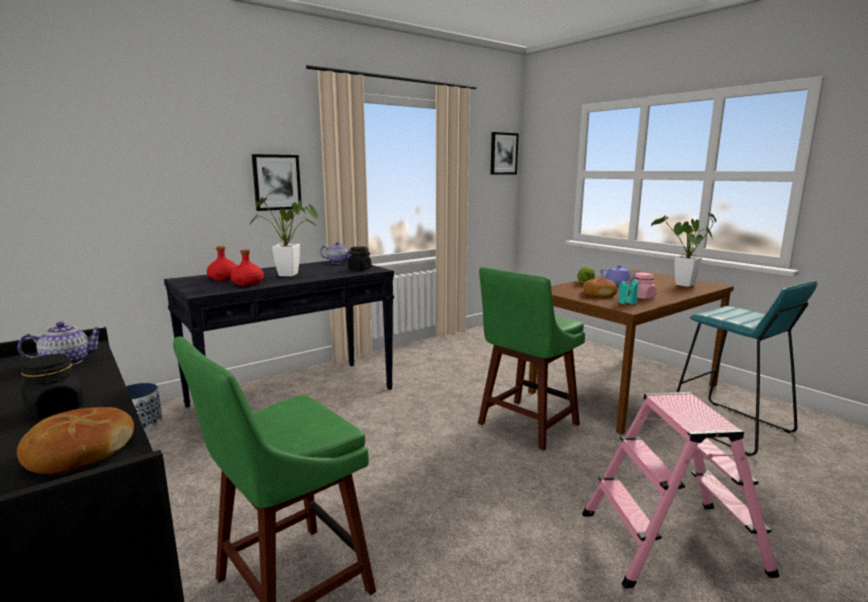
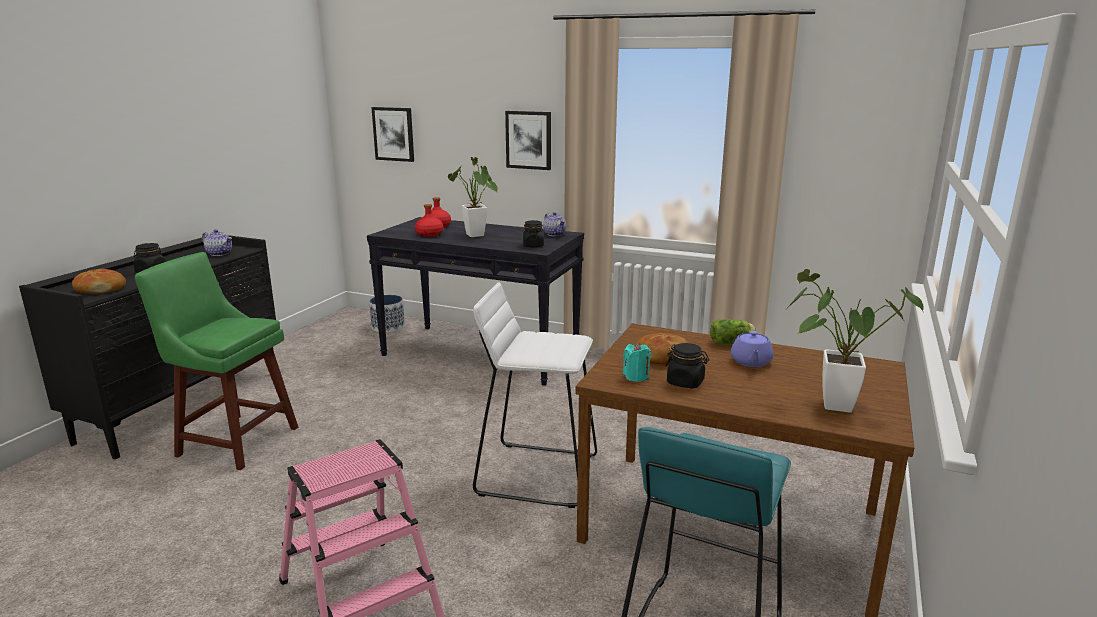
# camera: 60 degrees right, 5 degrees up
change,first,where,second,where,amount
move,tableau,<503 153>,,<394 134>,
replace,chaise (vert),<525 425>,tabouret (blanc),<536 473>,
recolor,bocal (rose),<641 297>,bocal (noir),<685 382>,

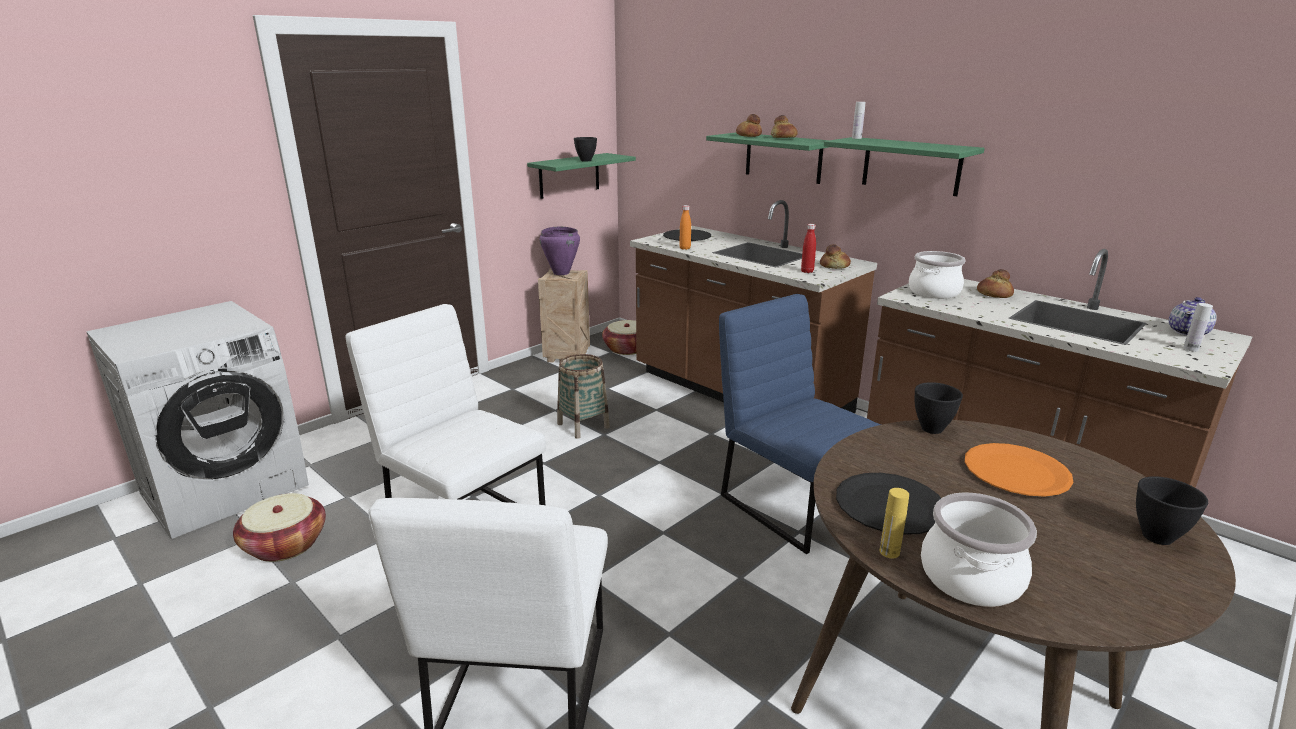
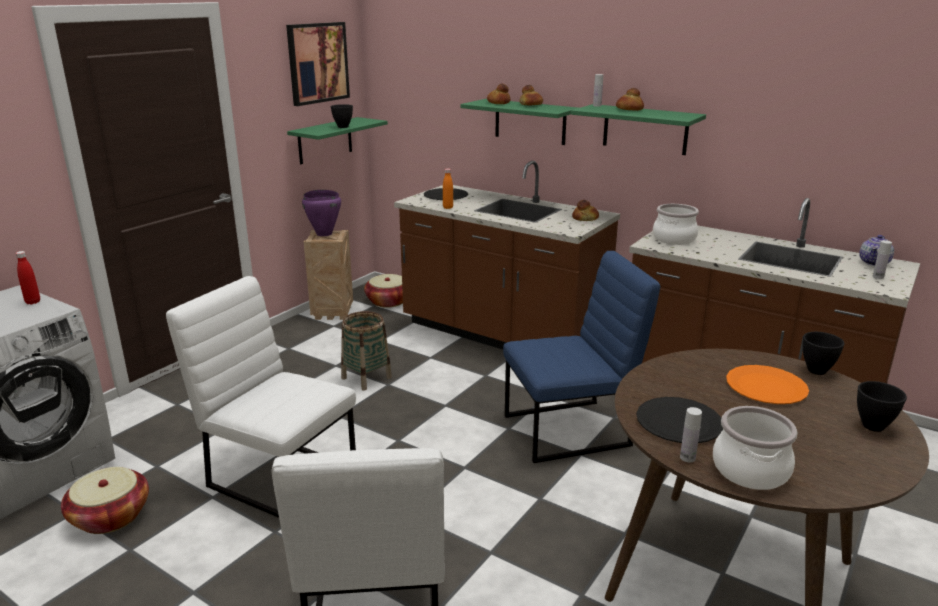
# camera: 10 degrees left, 0 degrees up
change,first,where,second,where,amount
move,bouteille (rouge),<807 271>,,<33 302>,
move,pain,<994 294>,,<629 109>,
rotate,chaise (bleu),<793 503>,,<570 430>,120 degrees clockwise
move,bol (noir),<930 429>,,<816 371>,
recolor,bouteille (jaune),<889 552>,bouteille (blanc),<687 458>,
insert,,,tableau,<317 63>,

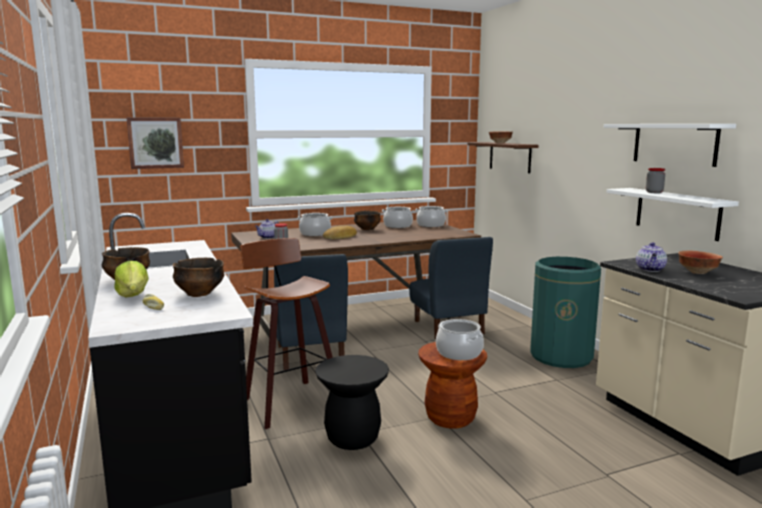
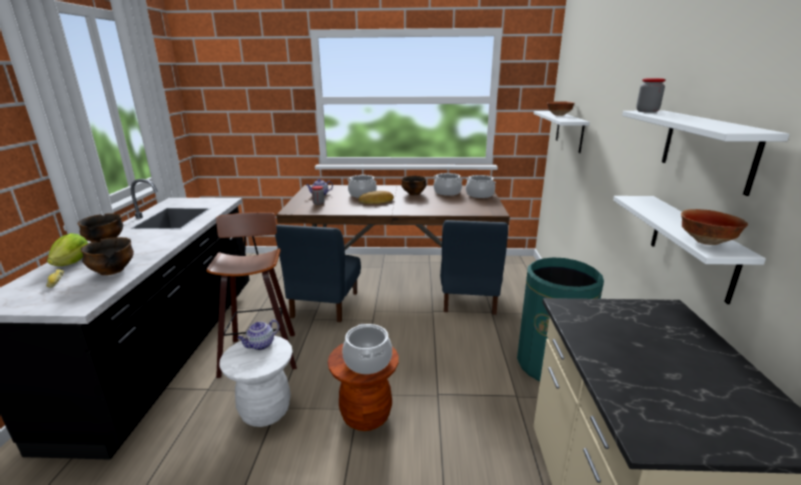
# camera: 25 degrees right, 10 degrees up
change,first,where,second,where,amount
delete,tableau,<155 143>,,,
recolor,étagère (marron),<510 157>,étagère (blanc),<569 131>,
move,bocal,<654 192>,,<647 111>,
move,théière,<650 269>,,<260 345>,
move,bol,<697 272>,,<706 241>,
recolor,tabouret (noir),<352 438>,tabouret (blanc),<265 411>,

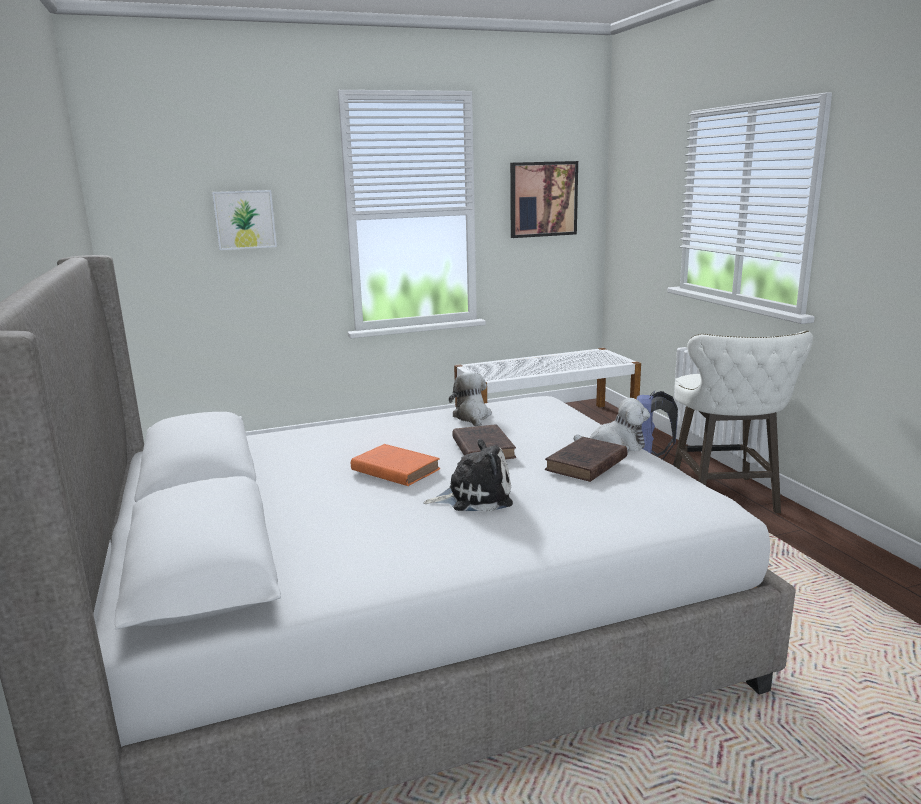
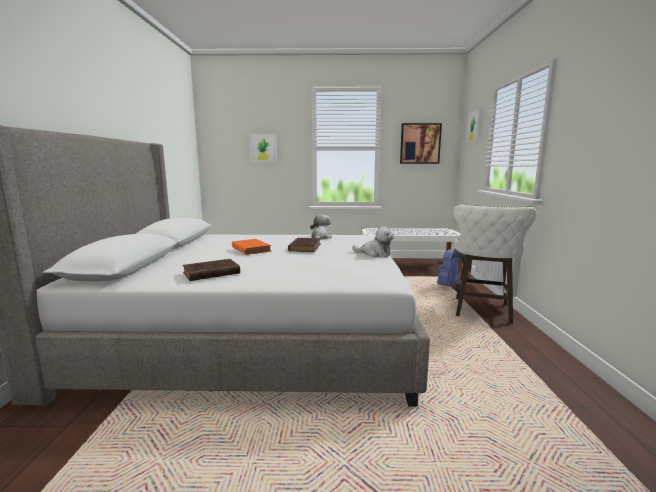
# camera: 20 degrees right, 5 degrees down
change,first,where,second,where,amount
move,livre (marron),<585 465>,,<210 273>,
delete,peluche,<474 497>,,,
insert,,,tableau,<474 126>,

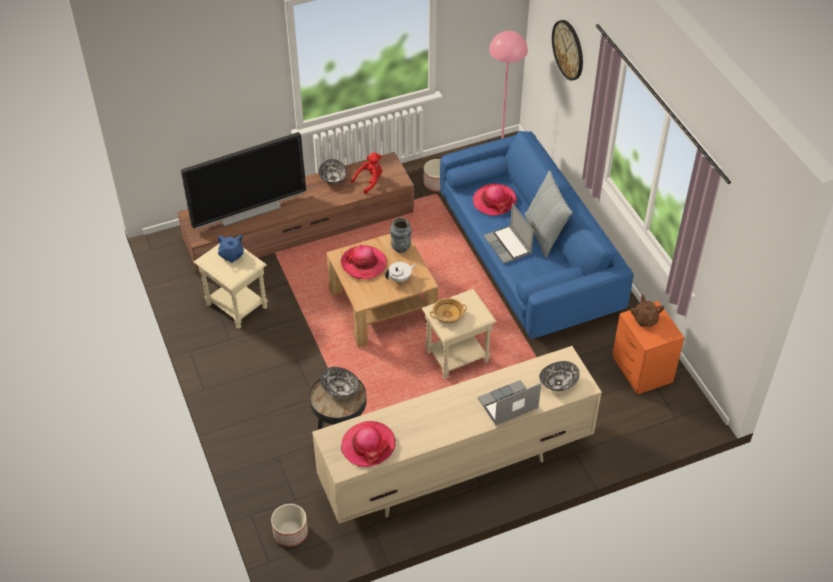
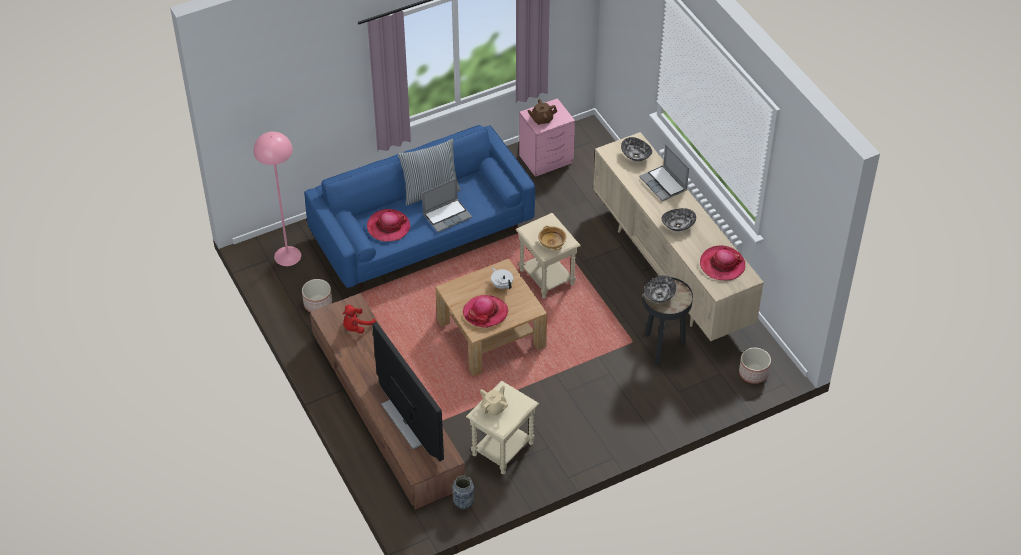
# camera: 95 degrees left, 0 degrees up
change,first,where,second,where,amount
delete,horloge murale,<568 49>,,,
rotate,peluche (rouge),<370 181>,,<356 327>,90 degrees counterclockwise
move,bol,<332 179>,,<678 226>,
move,vase,<401 248>,,<463 503>,
recolor,théière (bleu),<232 255>,théière (beige),<494 408>,
recolor,table de chevet (orange),<642 371>,table de chevet (rose),<547 159>,

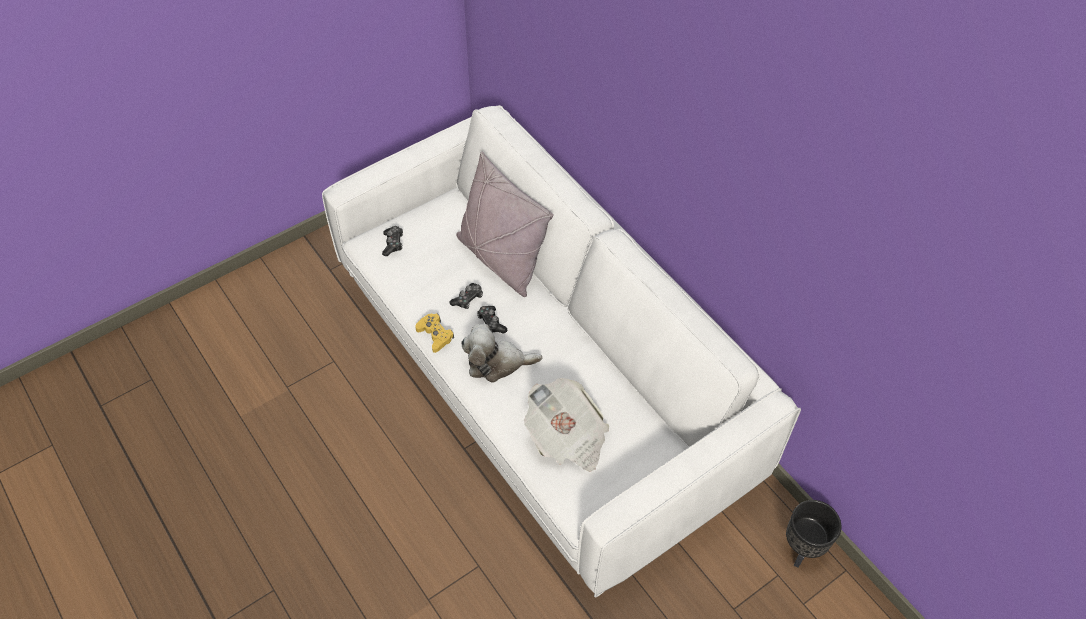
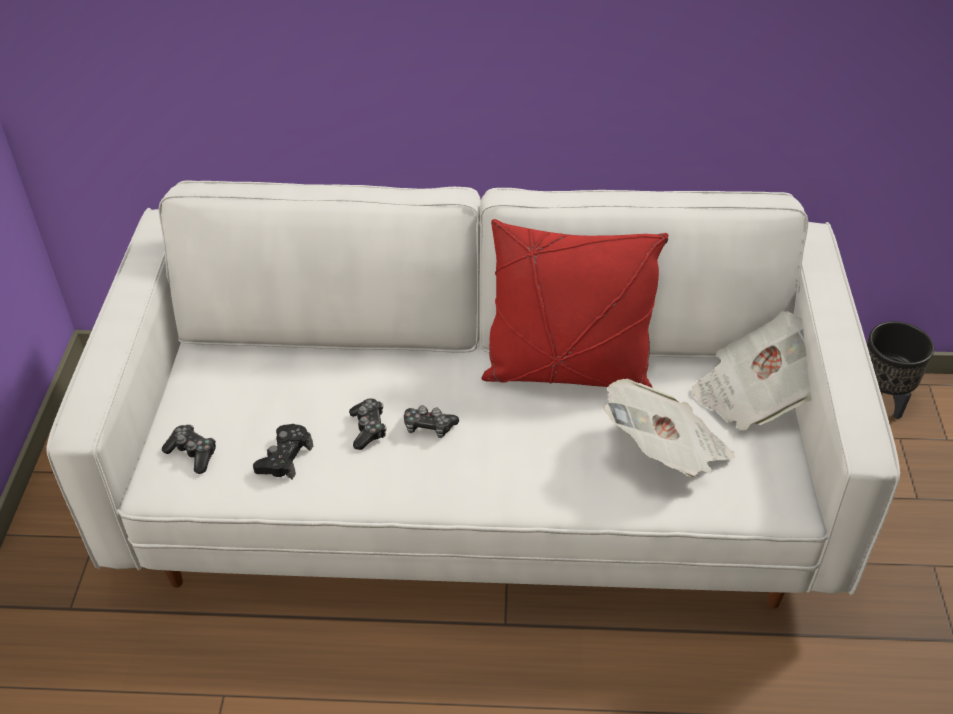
# camera: 50 degrees left, 10 degrees down
change,first,where,second,where,amount
delete,coussin (violet),<500 259>,,,
delete,manette (jaune),<435 335>,,,
delete,peluche,<497 362>,,,
insert,,,coussin (rouge),<567 372>,
insert,,,journal,<756 393>,
insert,,,manette (noir),<284 457>,

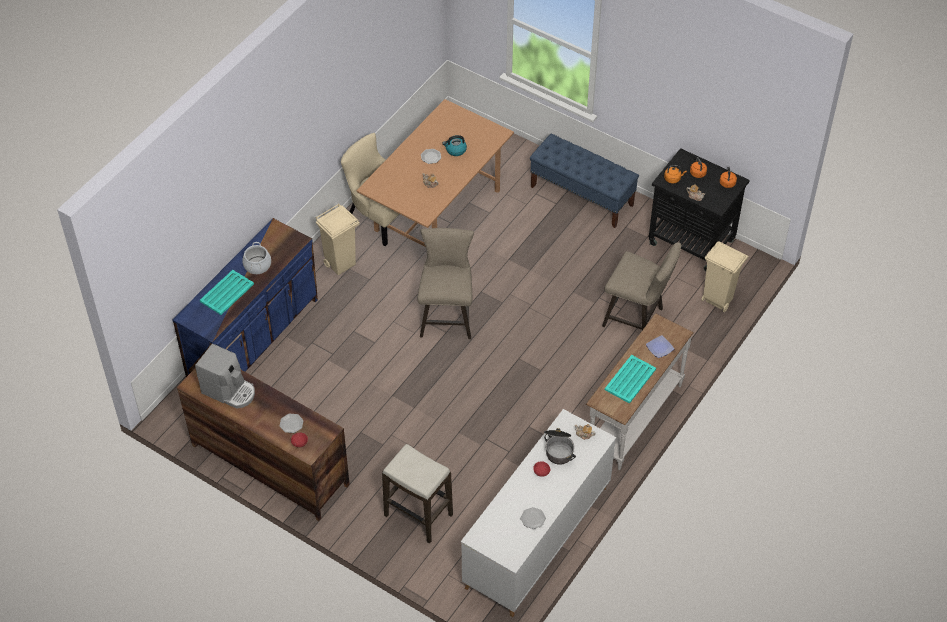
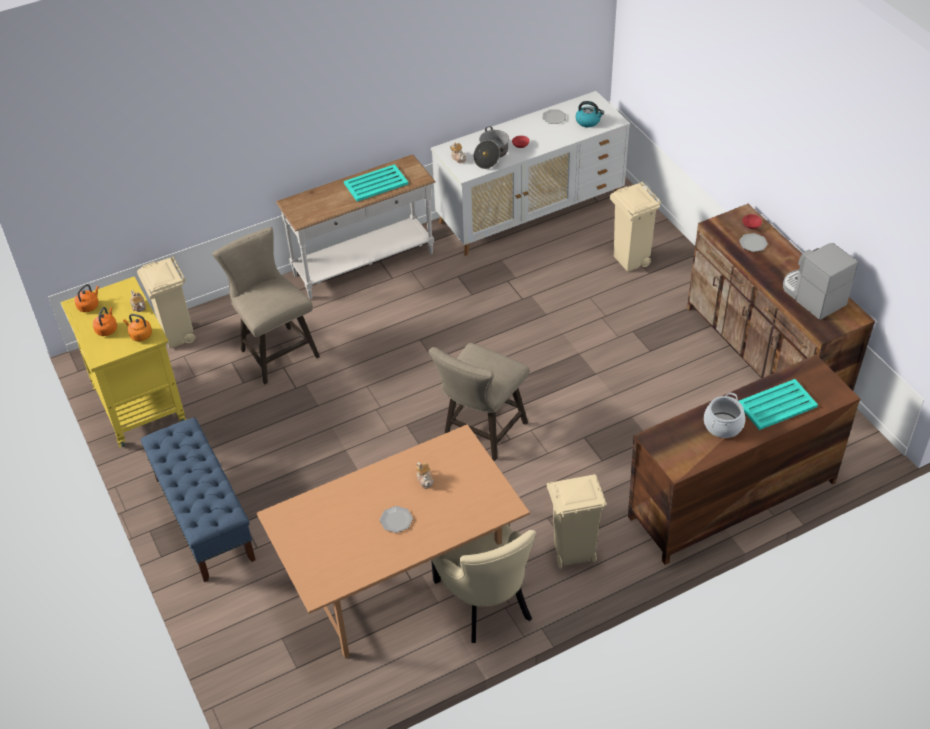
# camera: 150 degrees left, 5 degrees down
change,first,where,second,where,amount
move,bouilloire,<455 150>,,<588 121>,
recolor,chariot (noir),<691 243>,chariot (jaune),<139 405>,
recolor,meuble de rangement (bleu),<255 338>,meuble de rangement (marron),<729 499>,
delete,assiette,<659 348>,,,
replace,tabouret,<418 515>,poubelle (beige),<631 261>,

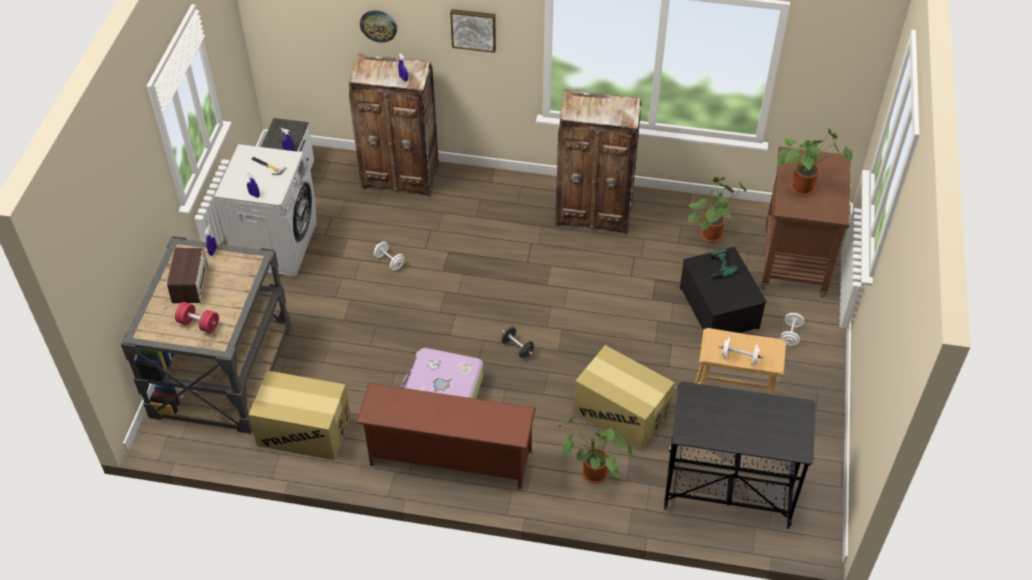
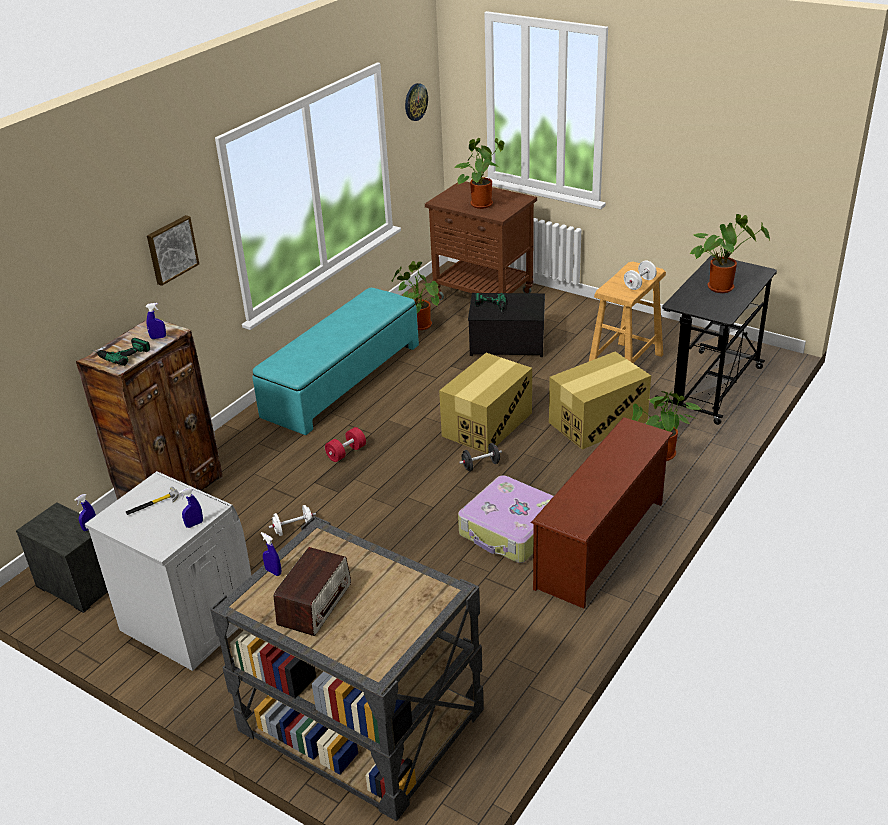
# camera: 65 degrees left, 15 degrees down
change,first,where,second,where,amount
move,horloge murale,<378 25>,,<415 102>,
replace,meuble de rangement (marron),<594 214>,banc (turquoise),<342 379>,
rotate,radio,<190 283>,,<315 604>,90 degrees clockwise
move,haltère (rouge),<198 324>,,<346 453>,
delete,haltère (blanc),<790 335>,,,
move,carton,<304 430>,,<487 424>,
insert,,,plante en pot,<722 286>,
insert,,,perceuse,<120 353>,

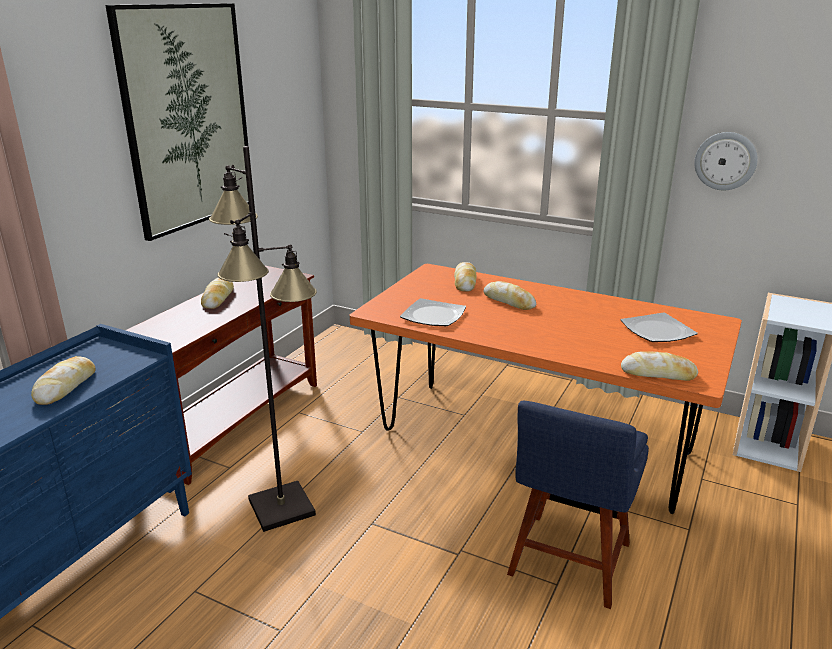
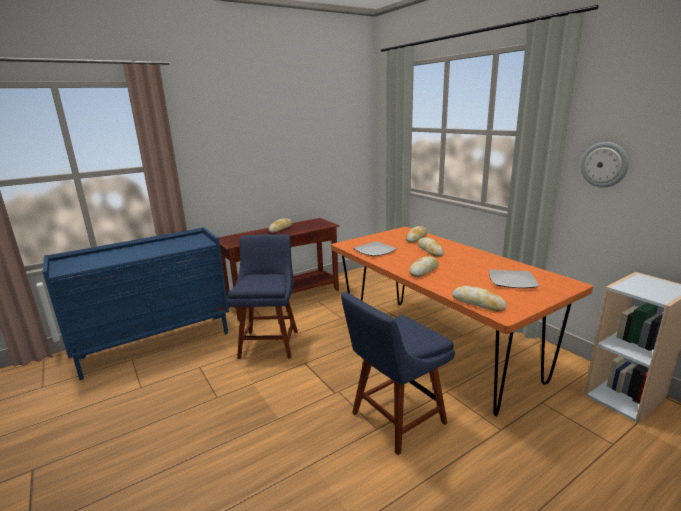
# camera: 30 degrees right, 5 degrees down
change,first,where,second,where,amount
delete,tableau,<188 118>,,,
replace,lampadaire (noir),<282 506>,chaise (bleu),<269 342>,
move,pain,<66 386>,,<423 270>,

